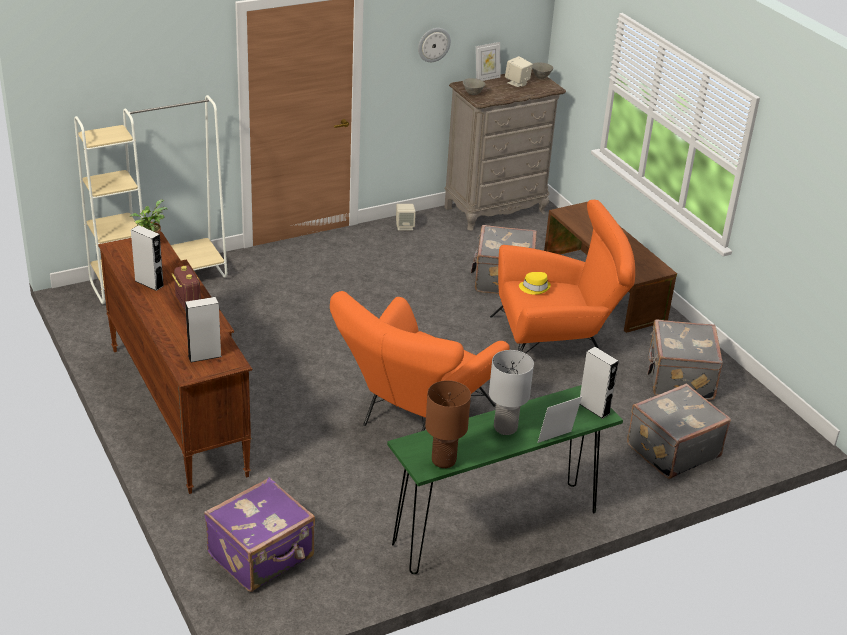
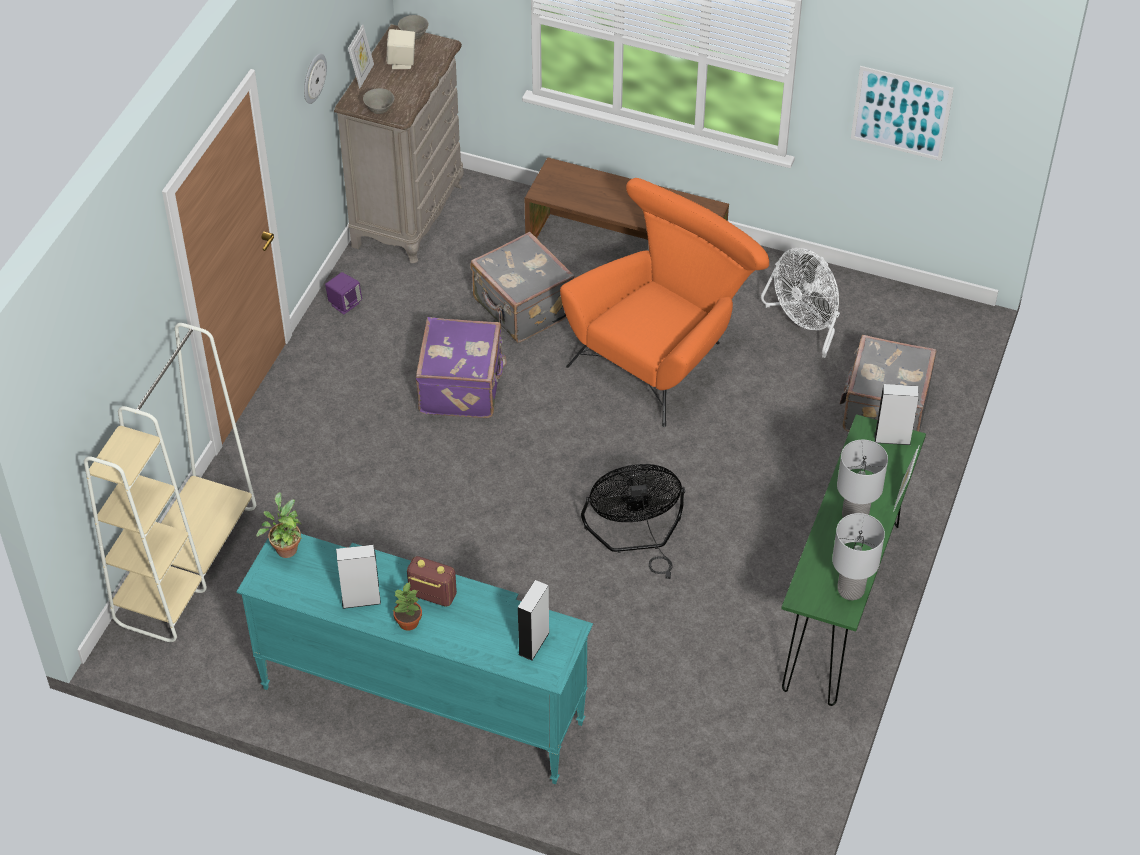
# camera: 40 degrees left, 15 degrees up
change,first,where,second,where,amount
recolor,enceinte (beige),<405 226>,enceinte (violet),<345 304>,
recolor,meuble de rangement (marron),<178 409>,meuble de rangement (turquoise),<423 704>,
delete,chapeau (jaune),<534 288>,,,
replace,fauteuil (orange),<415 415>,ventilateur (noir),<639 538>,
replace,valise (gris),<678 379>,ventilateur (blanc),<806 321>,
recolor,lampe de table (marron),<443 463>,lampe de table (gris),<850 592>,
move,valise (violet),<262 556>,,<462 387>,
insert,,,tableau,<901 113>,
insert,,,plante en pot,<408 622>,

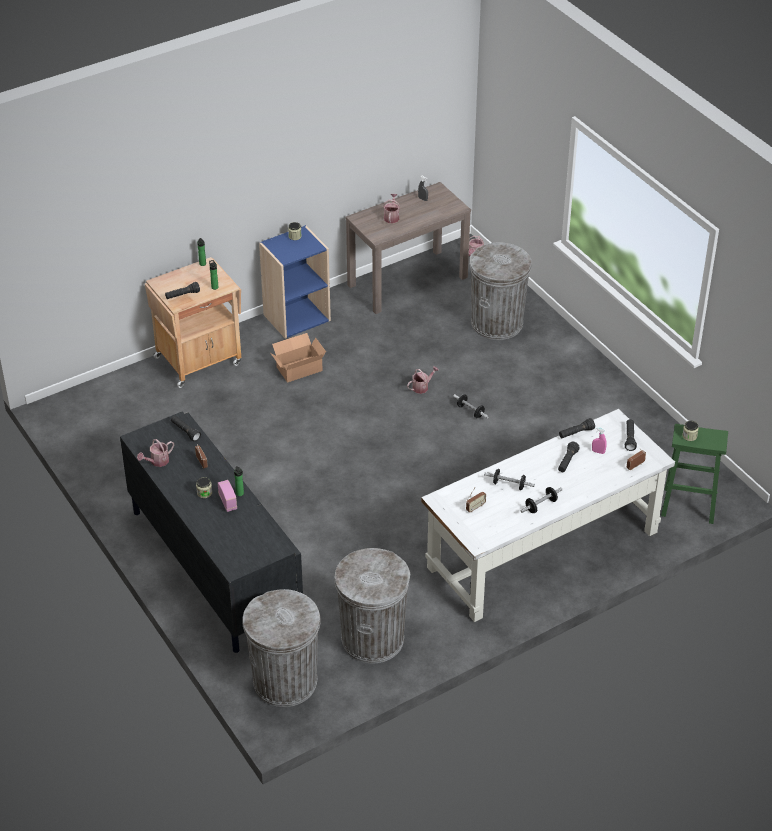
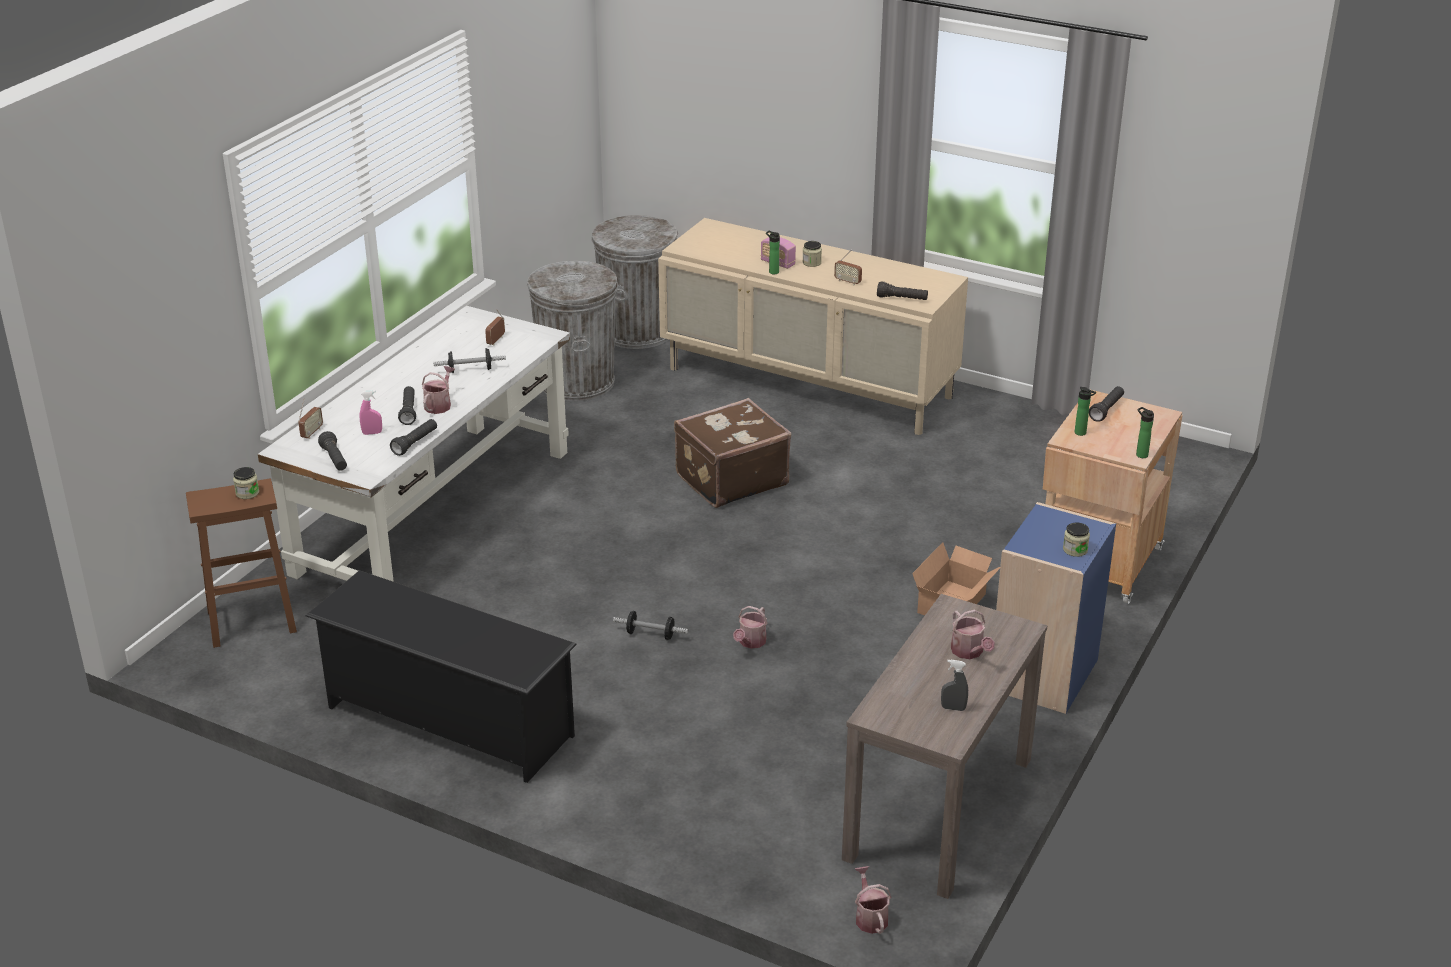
# camera: 150 degrees right, 10 degrees down
change,first,where,second,where,amount
delete,poubelle (gris),<497 323>,,,
recolor,meuble de rangement (noir),<214 565>,meuble de rangement (beige),<808 384>,
recolor,tabouret (vert),<687 505>,tabouret (marron),<253 621>,
move,arrosoir,<157 462>,,<439 405>,
delete,haltère,<541 505>,,,
insert,,,valise (marron),<730 479>,
insert,,,étagère à chaussures (noir),<448 721>,

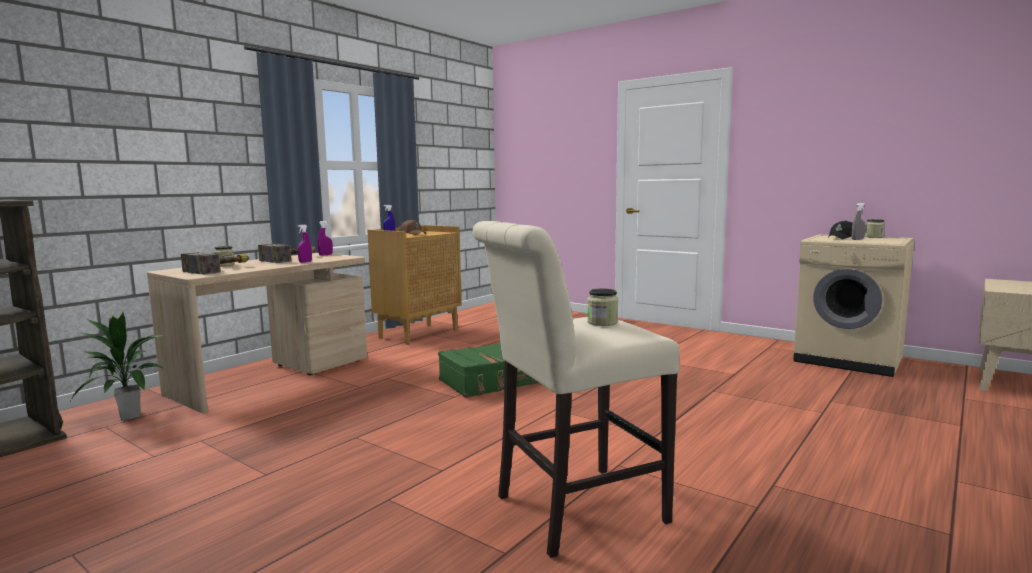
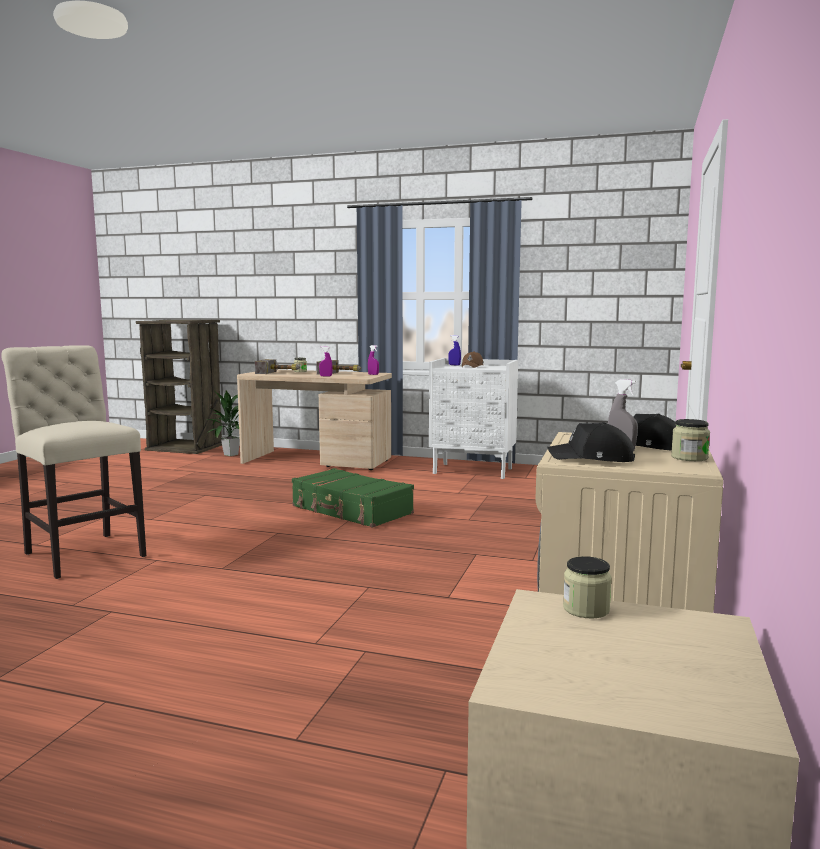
# camera: 70 degrees right, 0 degrees up
change,first,where,second,where,amount
recolor,meuble de rangement (marron),<419 334>,meuble de rangement (blanc),<473 471>,
move,bocal,<602 322>,,<586 609>,
insert,,,casquette (noir),<592 458>,

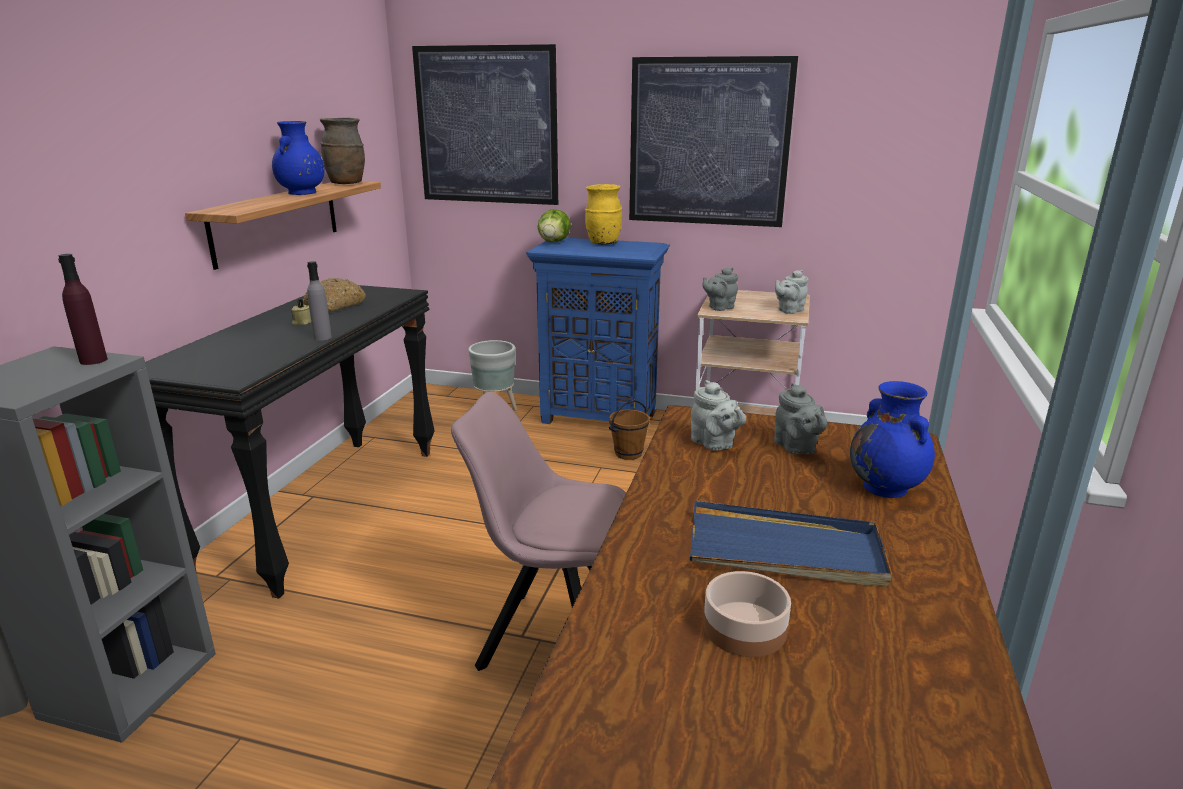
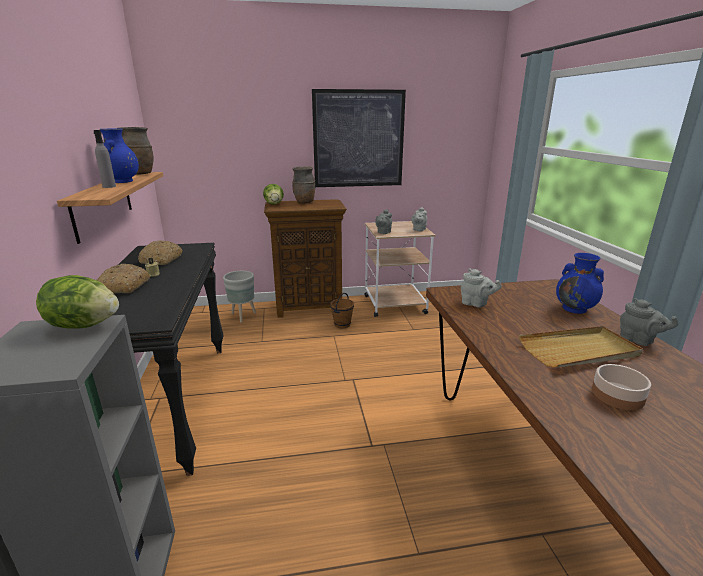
# camera: 25 degrees left, 0 degrees up
change,first,where,second,where,amount
delete,tableau,<487 126>,,,
recolor,vase (jaune),<603 243>,vase (marron),<304 202>,
recolor,meuble de rangement (bleu),<600 417>,meuble de rangement (marron),<309 307>,
replace,bouteille (violet),<93 360>,laitue,<84 325>,
move,bouteille (gris),<322 337>,,<109 186>,
move,théière (gris),<796 448>,,<638 341>,
delete,chaise (rose),<554 640>,,,
recolor,plateau (bleu),<785 551>,plateau (beige),<579 350>,
insert,,,pain,<124 286>,

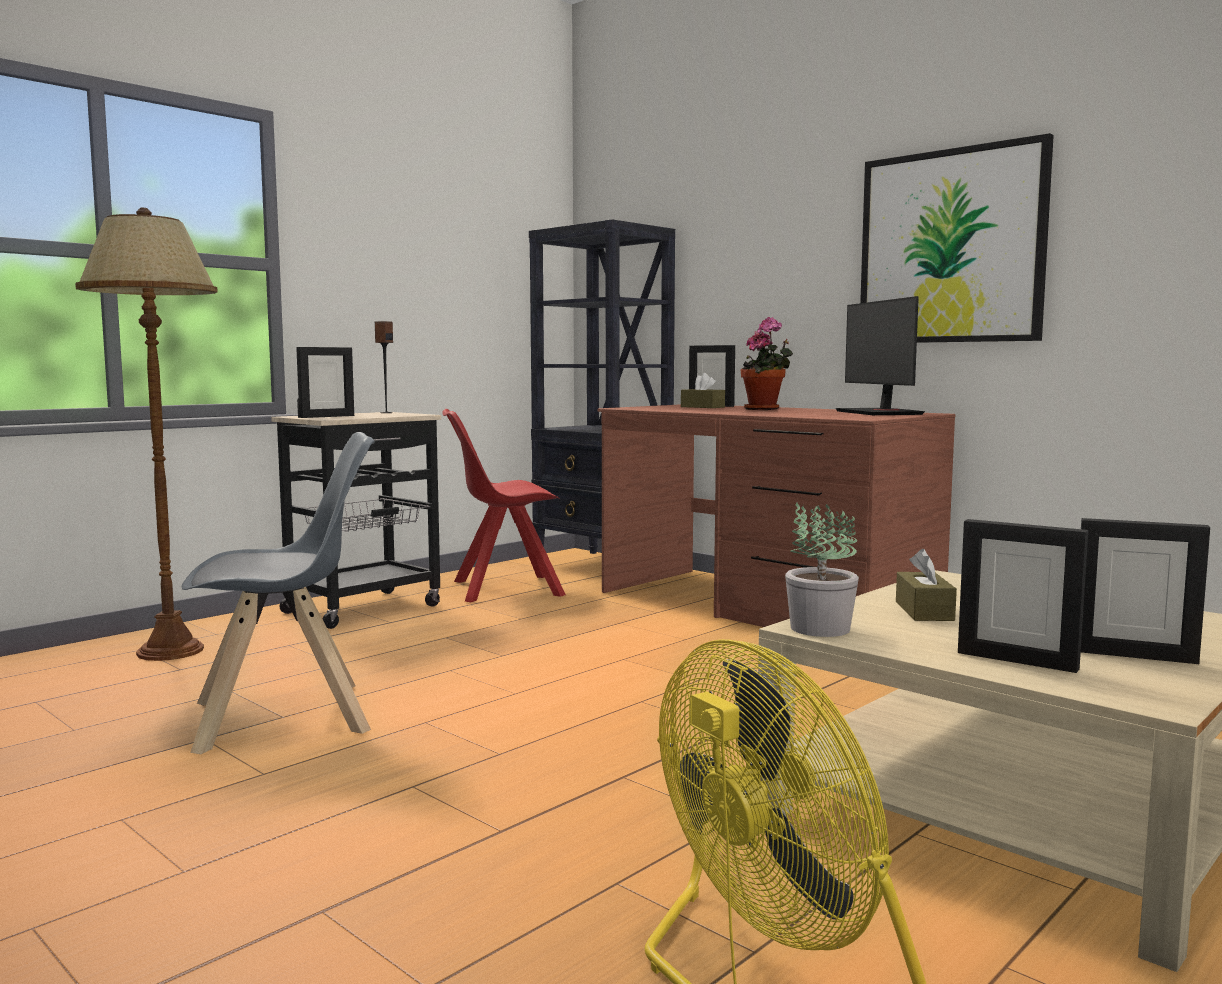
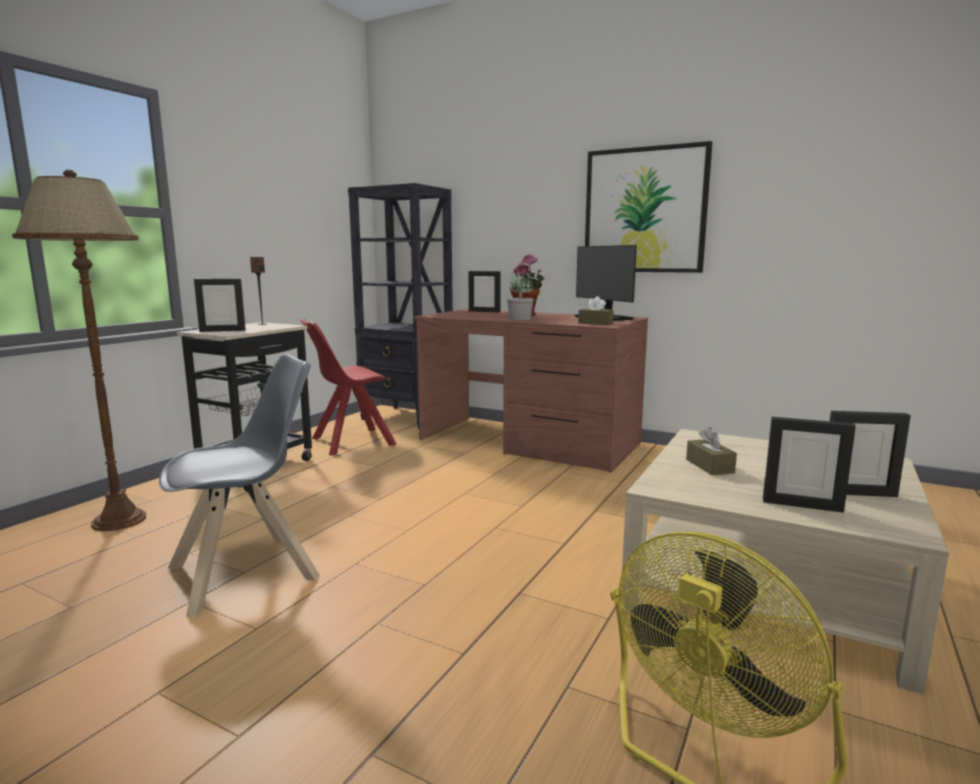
# camera: 15 degrees left, 5 degrees up
change,first,where,second,where,amount
rotate,cadre photo,<326 416>,,<222 330>,45 degrees clockwise
move,boîte à mouchoirs (marron),<702 407>,,<595 323>,
move,plante en pot,<819 629>,,<519 319>,

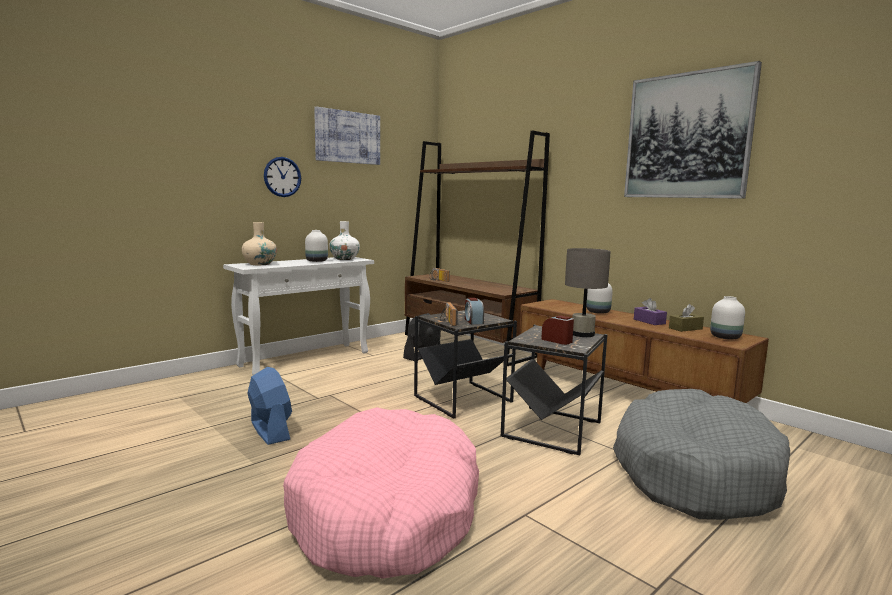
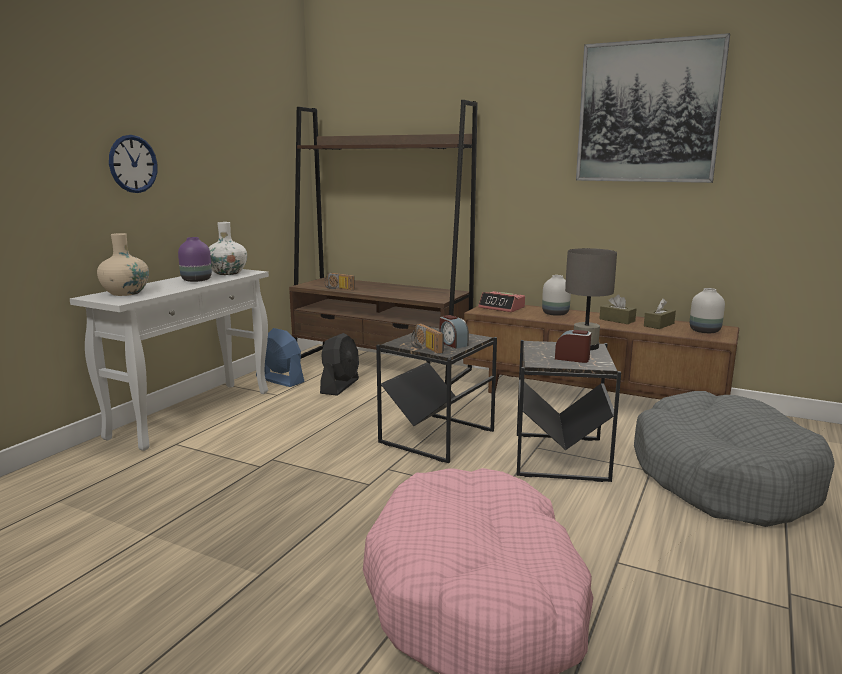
# camera: 20 degrees left, 5 degrees up
change,first,where,second,where,amount
delete,tableau,<347 137>,,,
recolor,vase (blanc),<316 261>,vase (violet),<196 280>,
recolor,boîte à mouchoirs (violet),<649 321>,boîte à mouchoirs (marron),<617 320>,
move,ventilateur (bleu),<270 430>,,<280 379>,
insert,,,réveil,<502 308>,

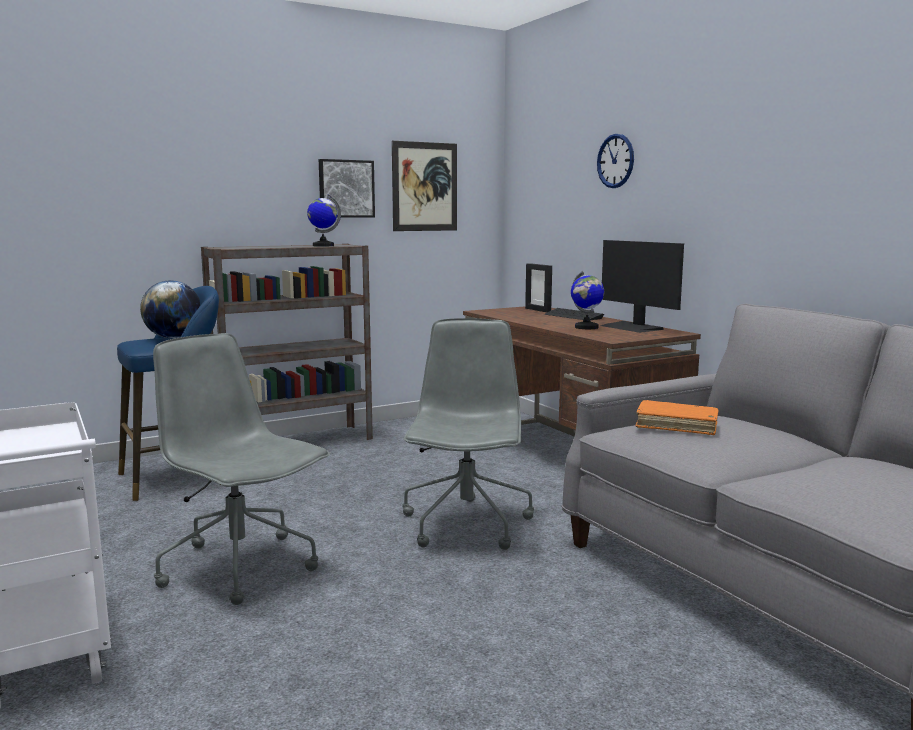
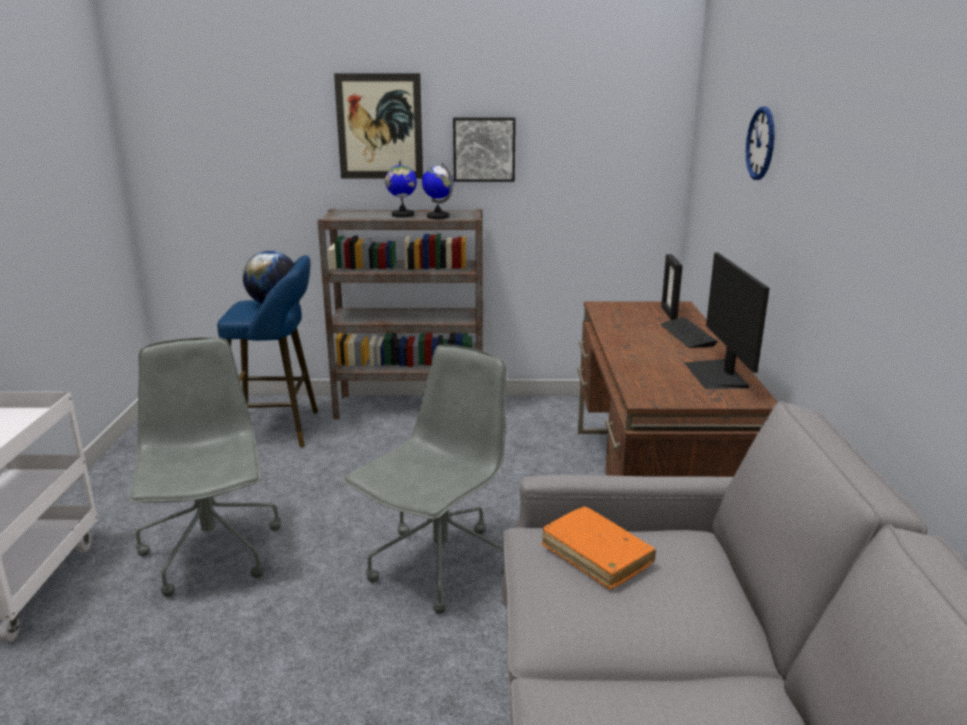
# camera: 30 degrees right, 10 degrees up
change,first,where,second,where,amount
move,tableau,<425 187>,,<379 127>,
move,globe,<586 327>,,<402 215>,

